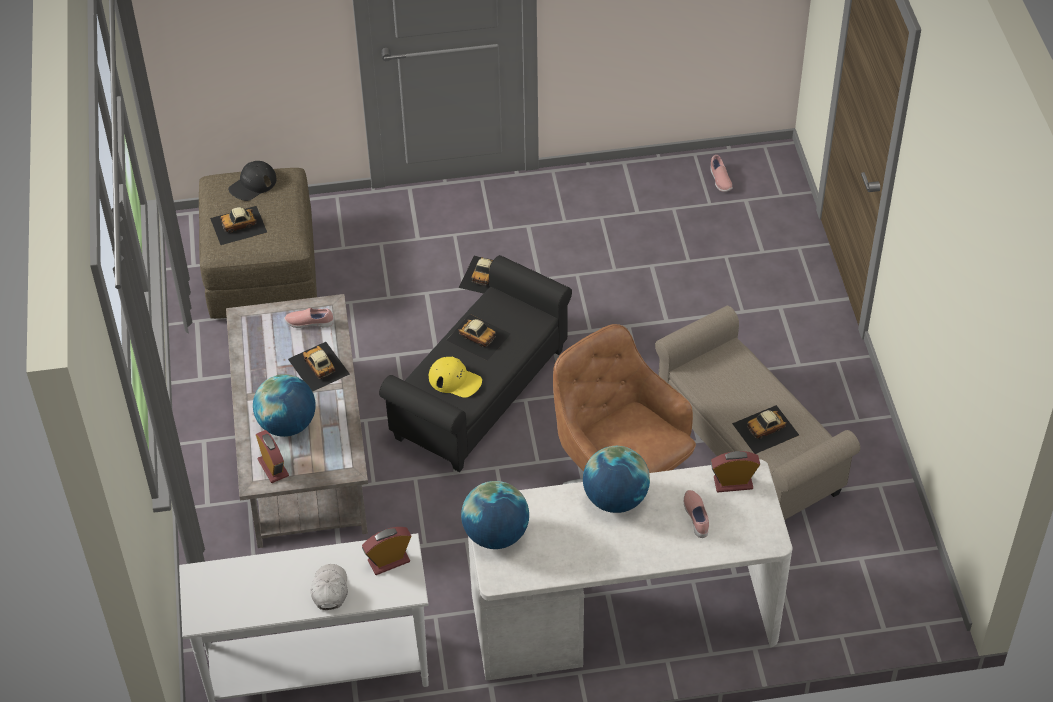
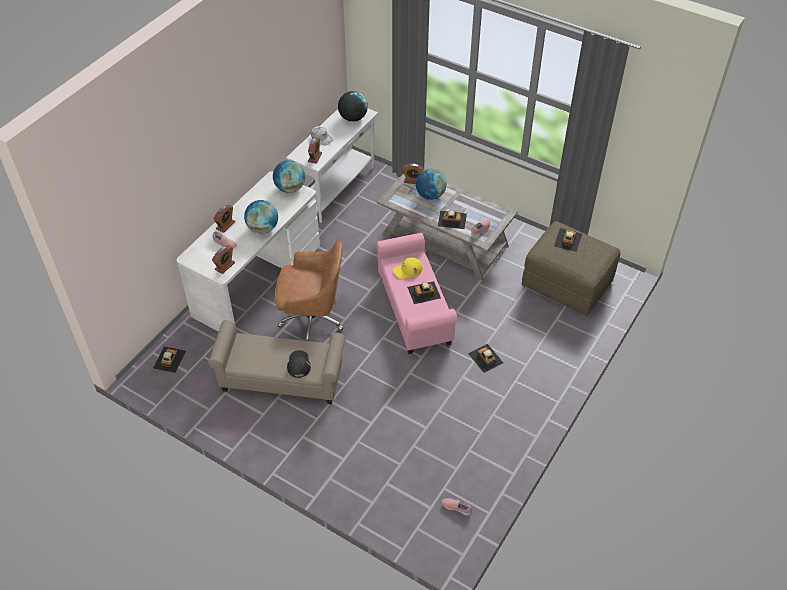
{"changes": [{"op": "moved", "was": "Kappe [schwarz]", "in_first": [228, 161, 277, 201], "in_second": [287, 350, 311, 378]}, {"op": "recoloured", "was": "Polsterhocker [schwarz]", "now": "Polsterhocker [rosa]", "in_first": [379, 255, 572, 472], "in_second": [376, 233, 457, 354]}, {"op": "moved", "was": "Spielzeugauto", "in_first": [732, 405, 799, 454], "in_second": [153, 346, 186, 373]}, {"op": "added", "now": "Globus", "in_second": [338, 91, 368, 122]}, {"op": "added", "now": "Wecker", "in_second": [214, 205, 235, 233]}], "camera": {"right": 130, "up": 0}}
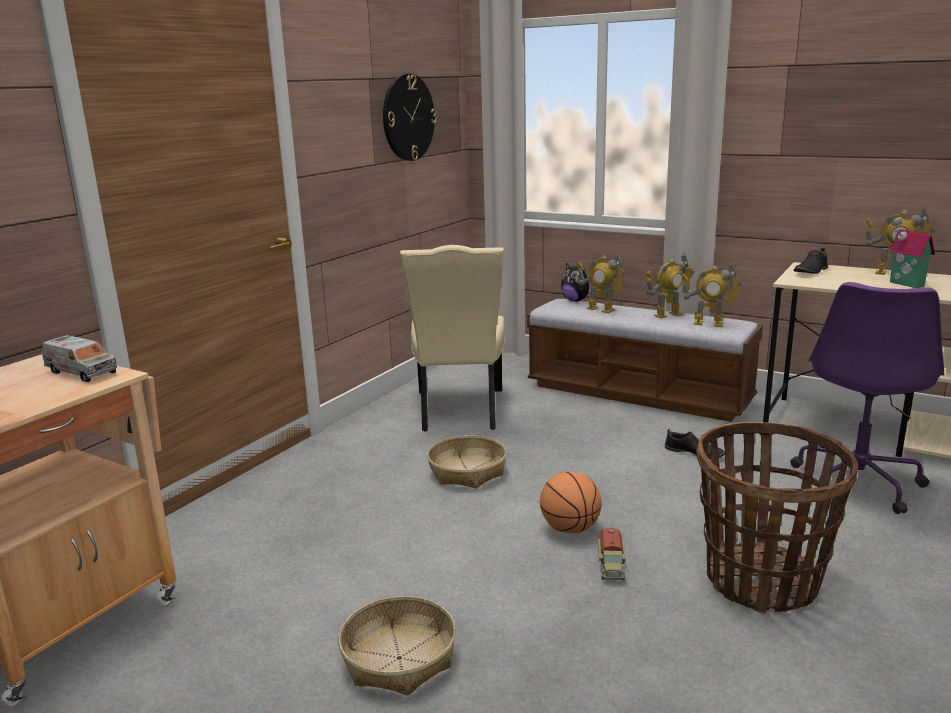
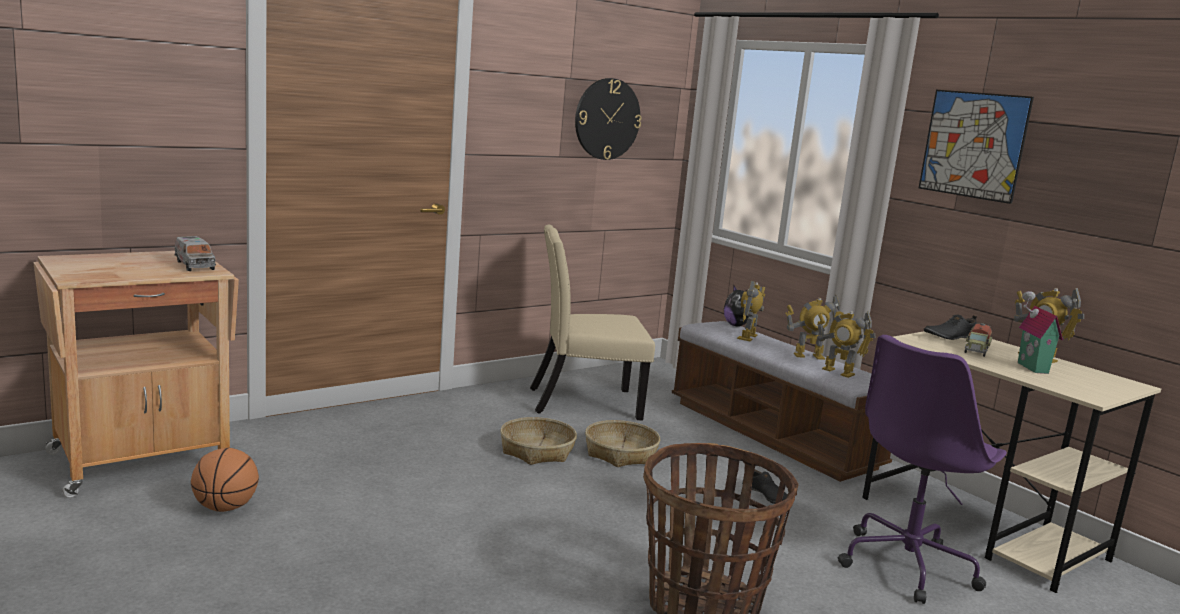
{"changes": [{"op": "turned", "was": "Stuhl [beige]", "in_first": [400, 245, 505, 431], "in_second": [530, 225, 655, 420], "clockwise": 60}, {"op": "turned", "was": "Spielzeugroboter", "in_first": [578, 253, 627, 313], "in_second": [737, 281, 765, 341], "clockwise": 60}, {"op": "moved", "was": "Basketball", "in_first": [540, 471, 602, 533], "in_second": [191, 448, 259, 512]}, {"op": "moved", "was": "Spielzeuglaster", "in_first": [598, 527, 625, 581], "in_second": [965, 323, 993, 357]}, {"op": "moved", "was": "Korb", "in_first": [338, 596, 456, 695], "in_second": [585, 420, 660, 467]}, {"op": "added", "now": "Bild", "in_second": [919, 90, 1034, 204]}], "camera": {"right": 20, "up": -5}}
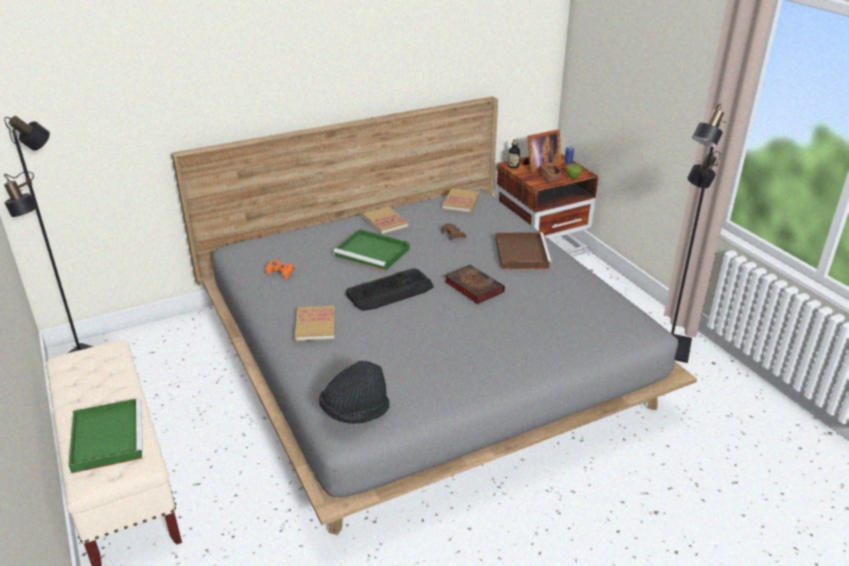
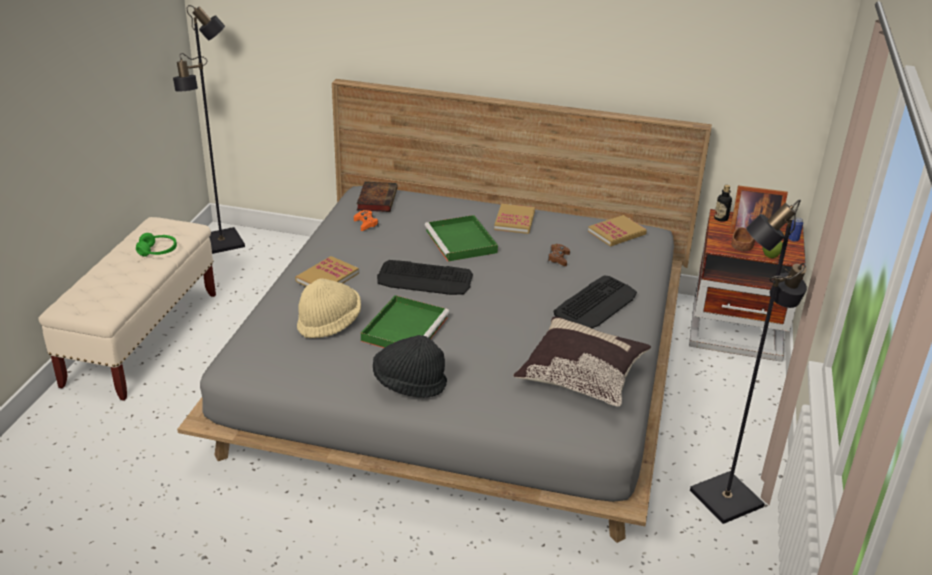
{"changes": [{"op": "replaced", "was": "Tablett [braun]", "now": "Tastatur", "in_first": [496, 232, 552, 269], "in_second": [553, 276, 637, 328]}, {"op": "moved", "was": "Buch", "in_first": [444, 264, 505, 304], "in_second": [356, 182, 398, 212]}, {"op": "moved", "was": "Hut [schwarz]", "in_first": [319, 360, 390, 424], "in_second": [373, 335, 447, 398]}, {"op": "moved", "was": "Tablett [grün]", "in_first": [68, 398, 143, 474], "in_second": [361, 295, 450, 348]}, {"op": "added", "now": "Kopfhörer [grün]", "in_second": [136, 233, 177, 257]}, {"op": "added", "now": "Hut [beige]", "in_second": [297, 278, 361, 338]}, {"op": "added", "now": "Kissen", "in_second": [513, 316, 651, 407]}], "camera": {"right": 40, "up": 0}}
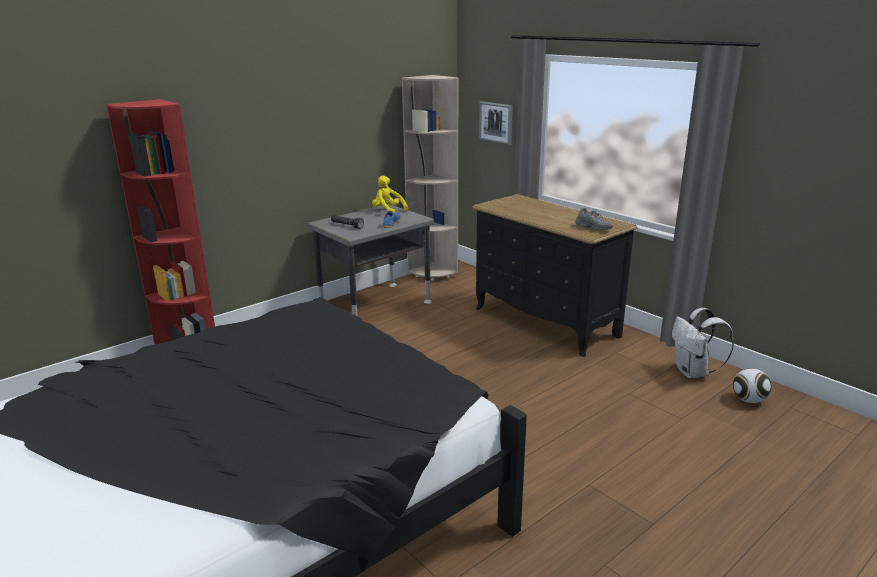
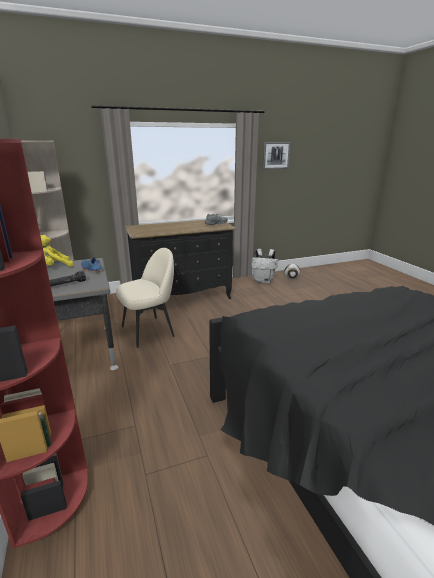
{"changes": [{"op": "moved", "was": "Bild", "in_first": [479, 101, 513, 145], "in_second": [263, 142, 291, 170]}, {"op": "added", "now": "Stuhl [beige]", "in_second": [116, 248, 175, 348]}], "camera": {"right": -70, "up": 0}}
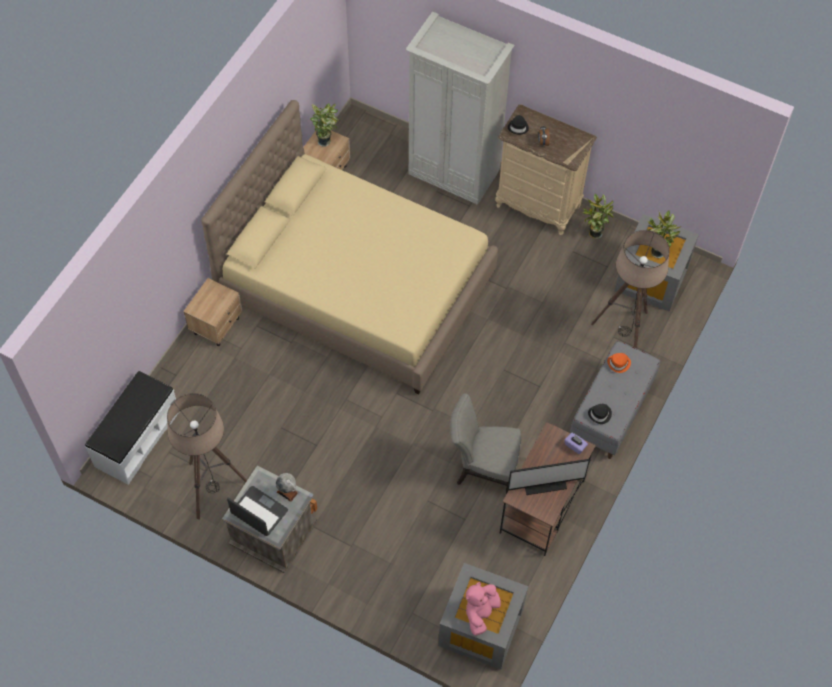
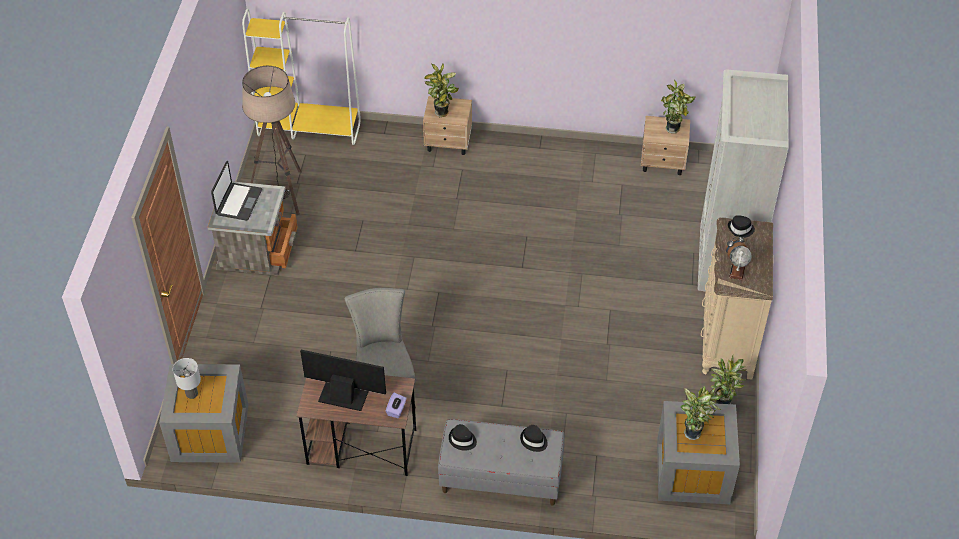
{"changes": [{"op": "removed", "was": "Bett [beige]", "in_first": [201, 100, 498, 394]}, {"op": "removed", "was": "Stehlampe", "in_first": [591, 230, 669, 349]}, {"op": "recoloured", "was": "Hut [orange]", "now": "Hut [schwarz]", "in_first": [607, 353, 631, 373], "in_second": [520, 425, 548, 452]}, {"op": "replaced", "was": "Bank [weiß]", "now": "Kleiderständer [gelb]", "in_first": [85, 371, 179, 485], "in_second": [242, 9, 361, 145]}, {"op": "turned", "was": "Monitor", "in_first": [508, 459, 590, 495], "in_second": [300, 350, 386, 411], "clockwise": 135}, {"op": "moved", "was": "Globus", "in_first": [276, 473, 298, 502], "in_second": [729, 246, 752, 280]}, {"op": "replaced", "was": "Plüschtier [rosa]", "now": "Tischlampe [weiß]", "in_first": [466, 582, 501, 636], "in_second": [173, 358, 201, 399]}, {"op": "added", "now": "Topfpflanze", "in_second": [424, 63, 459, 117]}], "camera": {"right": 70, "up": -10}}
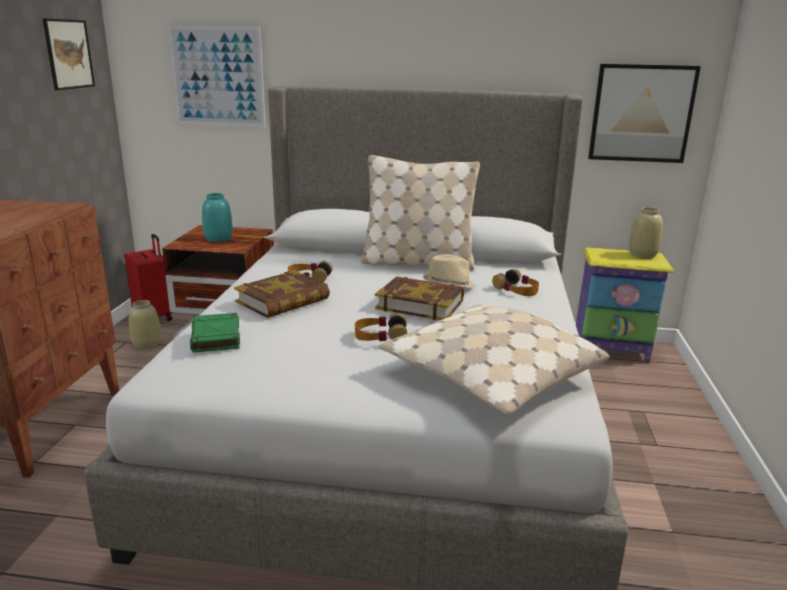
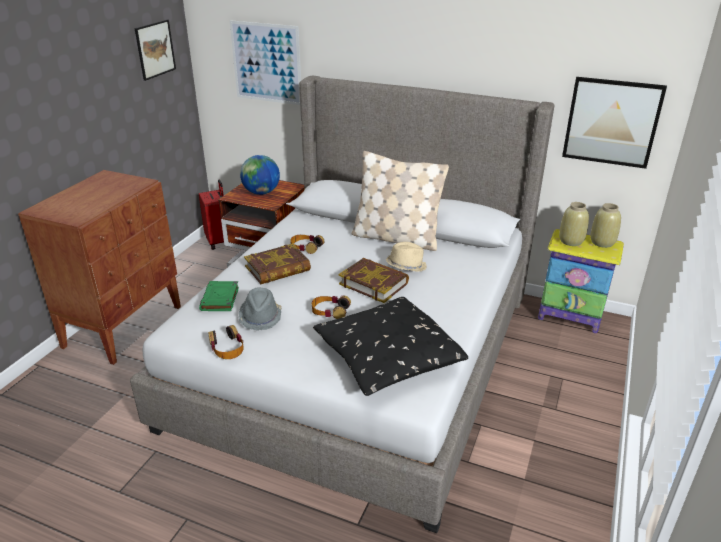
{"changes": [{"op": "replaced", "was": "Vase [türkis]", "now": "Globus", "in_first": [202, 193, 233, 242], "in_second": [240, 155, 280, 195]}, {"op": "moved", "was": "Kopfhörer", "in_first": [492, 269, 539, 296], "in_second": [208, 325, 244, 359]}, {"op": "moved", "was": "Vase [beige]", "in_first": [129, 300, 161, 349], "in_second": [559, 202, 589, 246]}, {"op": "recoloured", "was": "Kissen [beige]", "now": "Kissen [schwarz]", "in_first": [378, 304, 610, 414], "in_second": [313, 297, 468, 396]}, {"op": "added", "now": "Hut [grau]", "in_second": [239, 288, 282, 331]}], "camera": {"right": 15, "up": 10}}
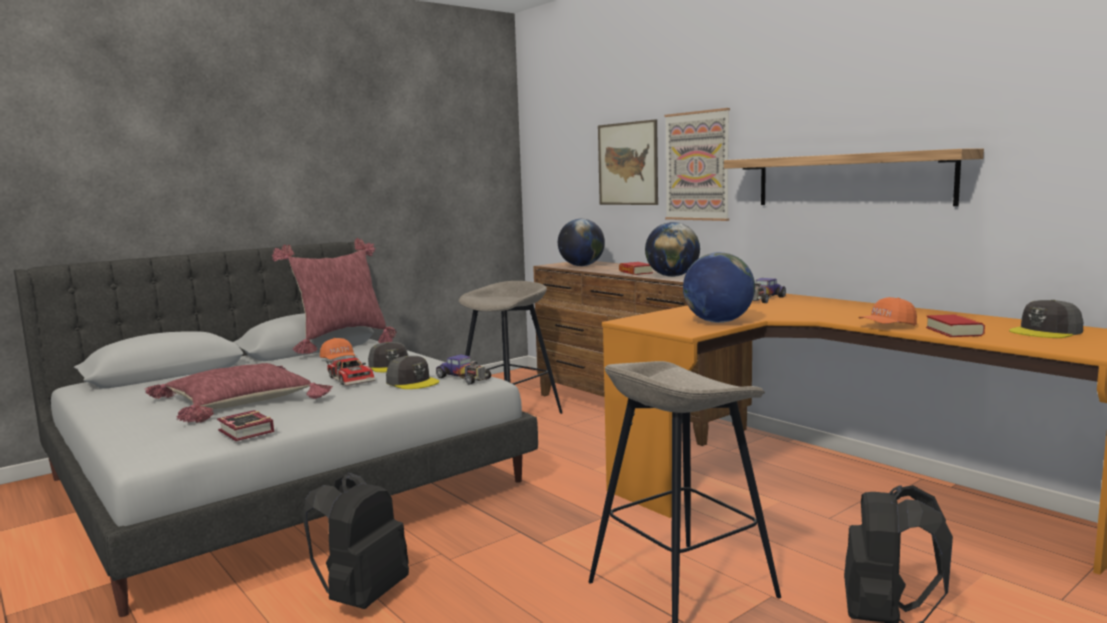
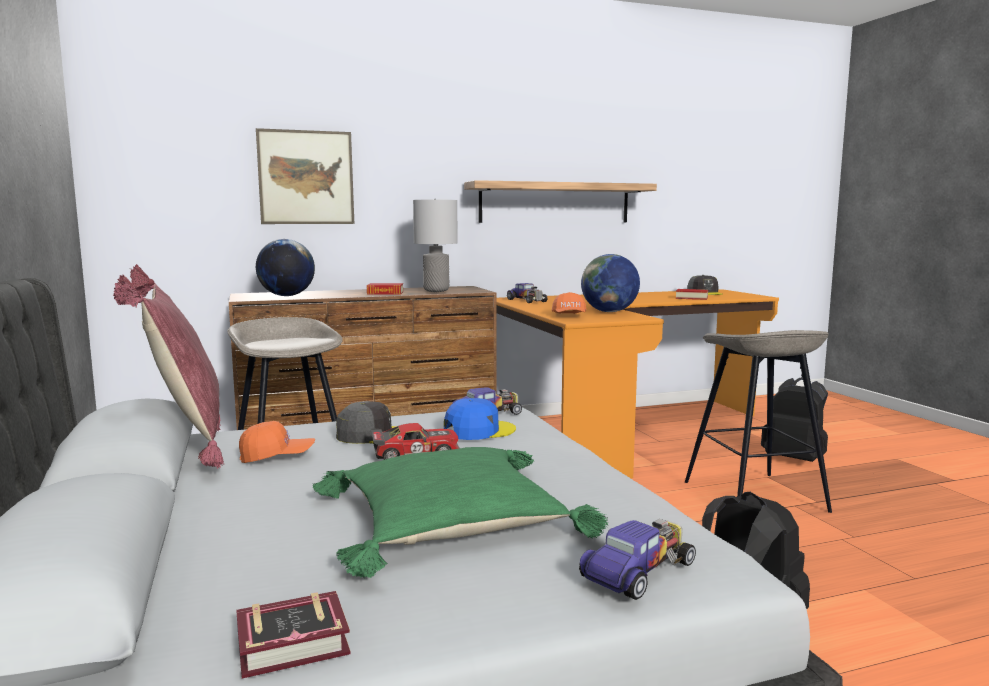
{"changes": [{"op": "removed", "was": "Bild", "in_first": [665, 108, 730, 221]}, {"op": "replaced", "was": "Globus", "now": "Tischlampe [grau]", "in_first": [645, 222, 700, 277], "in_second": [413, 199, 458, 292]}, {"op": "moved", "was": "Kappe [orange]", "in_first": [859, 297, 917, 326], "in_second": [552, 292, 586, 314]}, {"op": "recoloured", "was": "Kappe [grau]", "now": "Kappe [blau]", "in_first": [386, 356, 439, 389], "in_second": [444, 398, 516, 440]}, {"op": "recoloured", "was": "Kissen [rot]", "now": "Kissen [grün]", "in_first": [145, 363, 333, 423], "in_second": [312, 447, 608, 578]}, {"op": "moved", "was": "Buch", "in_first": [217, 410, 274, 441], "in_second": [236, 591, 351, 679]}, {"op": "added", "now": "Spielzeugauto", "in_second": [579, 519, 696, 600]}], "camera": {"right": -70, "up": 0}}
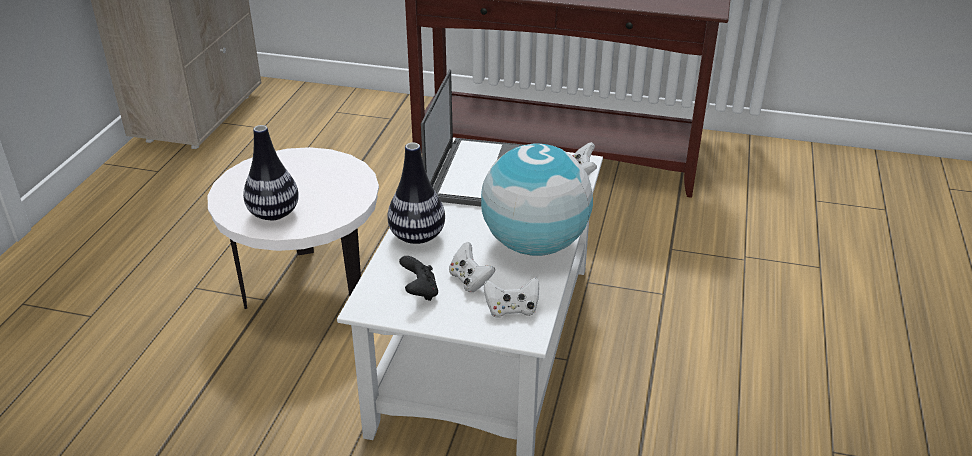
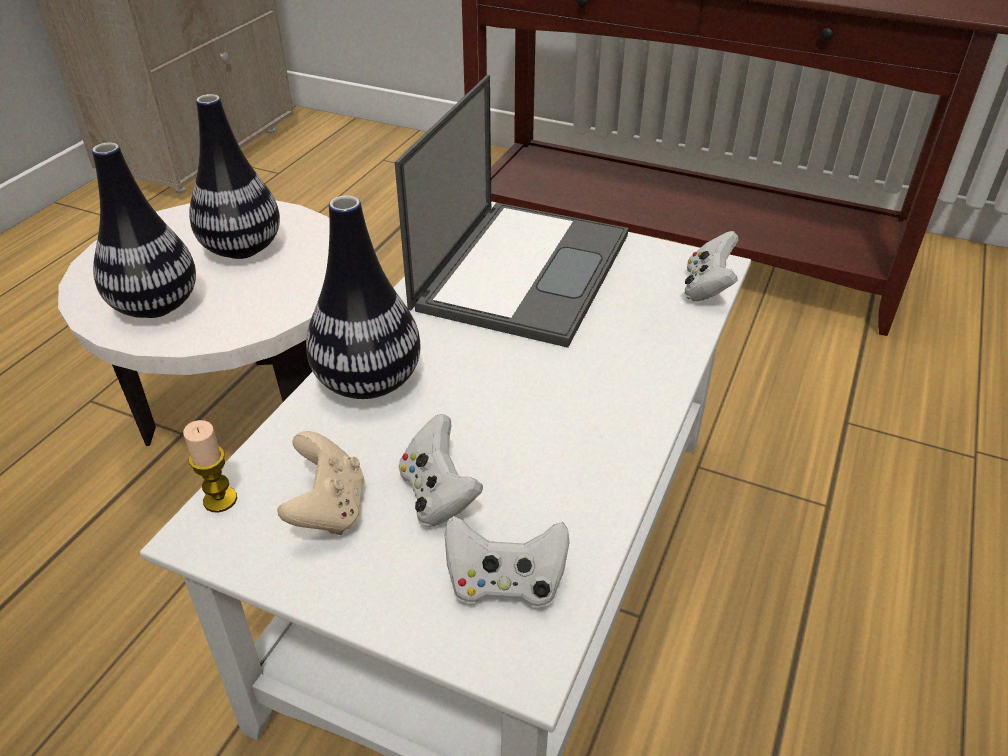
{"changes": [{"op": "removed", "was": "Globus", "in_first": [481, 144, 593, 256]}, {"op": "recoloured", "was": "Gamepad [schwarz]", "now": "Gamepad [beige]", "in_first": [399, 256, 438, 301], "in_second": [277, 431, 364, 535]}, {"op": "added", "now": "Vase", "in_second": [189, 94, 280, 259]}, {"op": "added", "now": "Kerze", "in_second": [183, 420, 237, 513]}], "camera": {"right": 10, "up": 5}}
